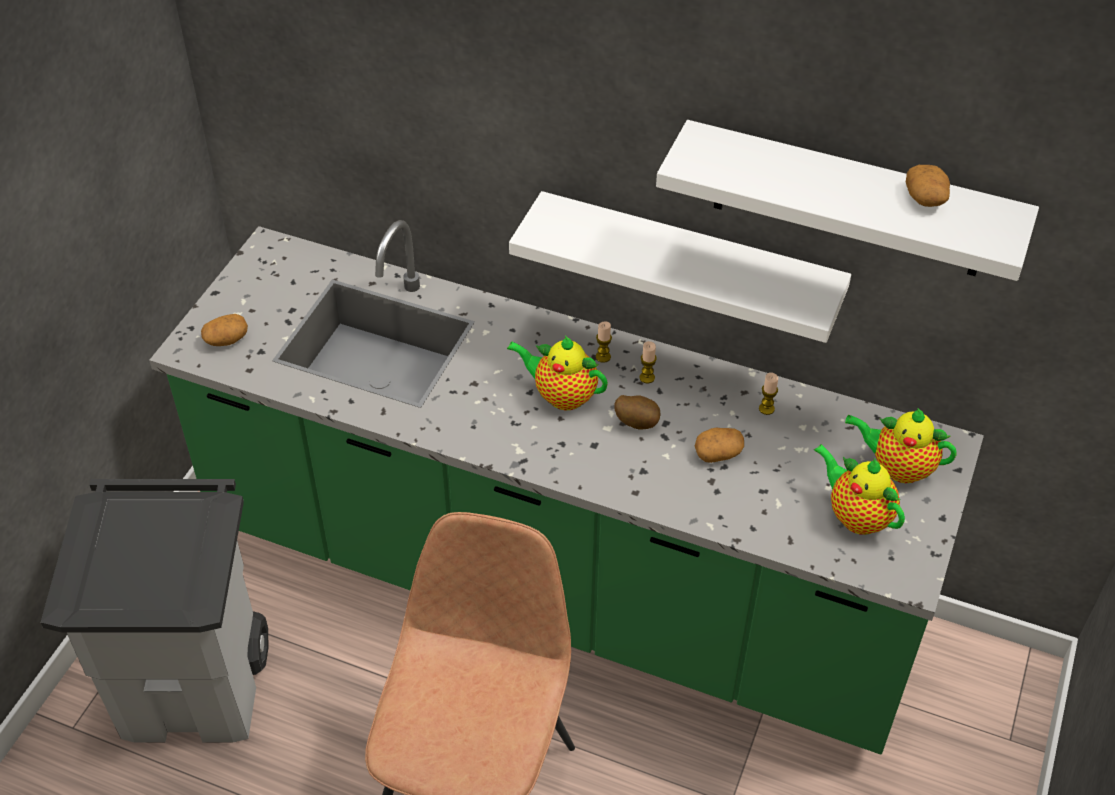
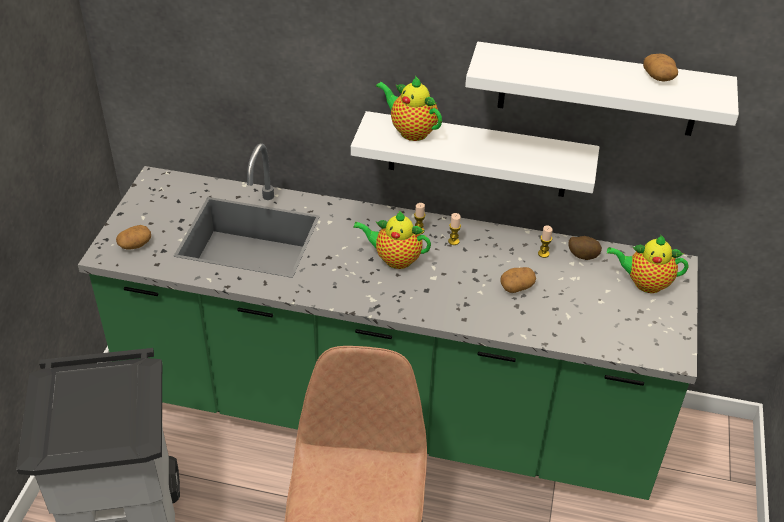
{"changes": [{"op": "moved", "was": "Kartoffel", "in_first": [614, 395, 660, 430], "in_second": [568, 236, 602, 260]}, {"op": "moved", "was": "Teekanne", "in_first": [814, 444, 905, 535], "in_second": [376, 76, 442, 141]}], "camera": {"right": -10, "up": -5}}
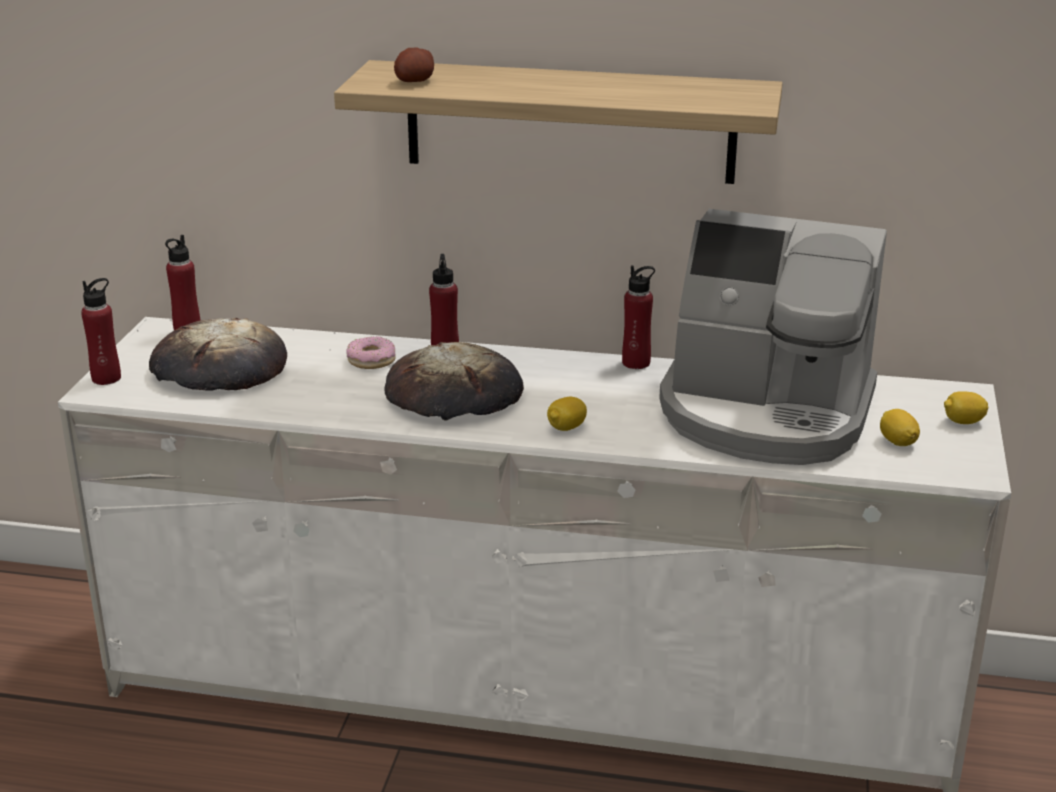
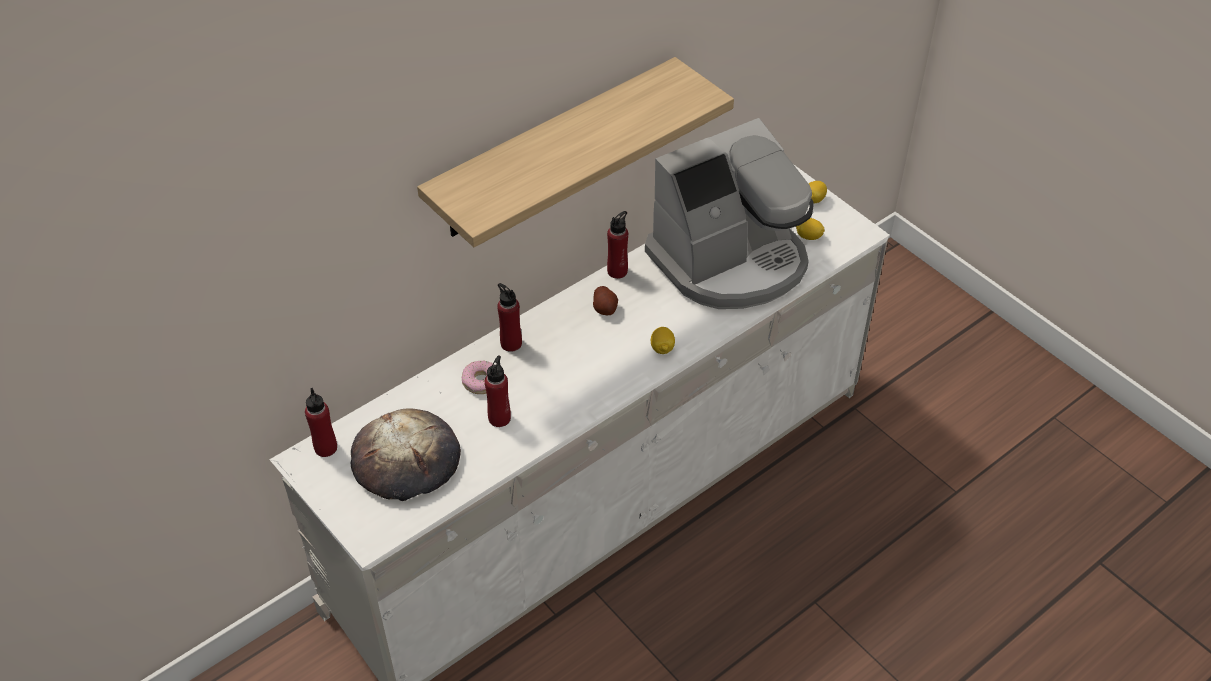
{"changes": [{"op": "moved", "was": "Kartoffel", "in_first": [394, 48, 434, 82], "in_second": [593, 286, 618, 315]}, {"op": "moved", "was": "Flasche [rot]", "in_first": [81, 278, 121, 385], "in_second": [485, 355, 511, 427]}, {"op": "removed", "was": "Brot", "in_first": [384, 342, 524, 420]}], "camera": {"right": -50, "up": 20}}
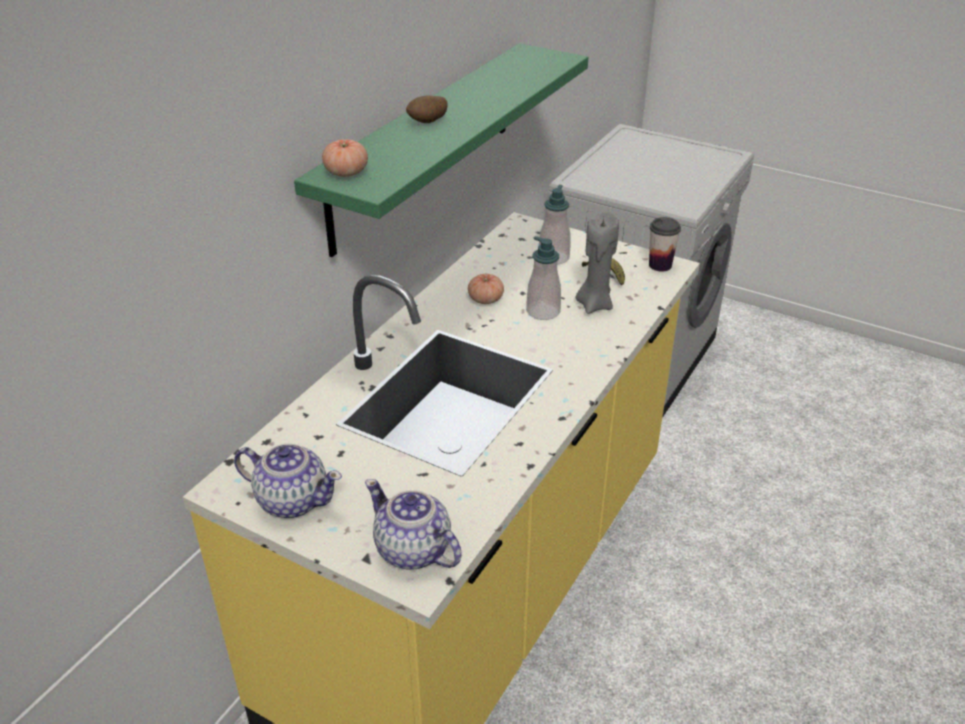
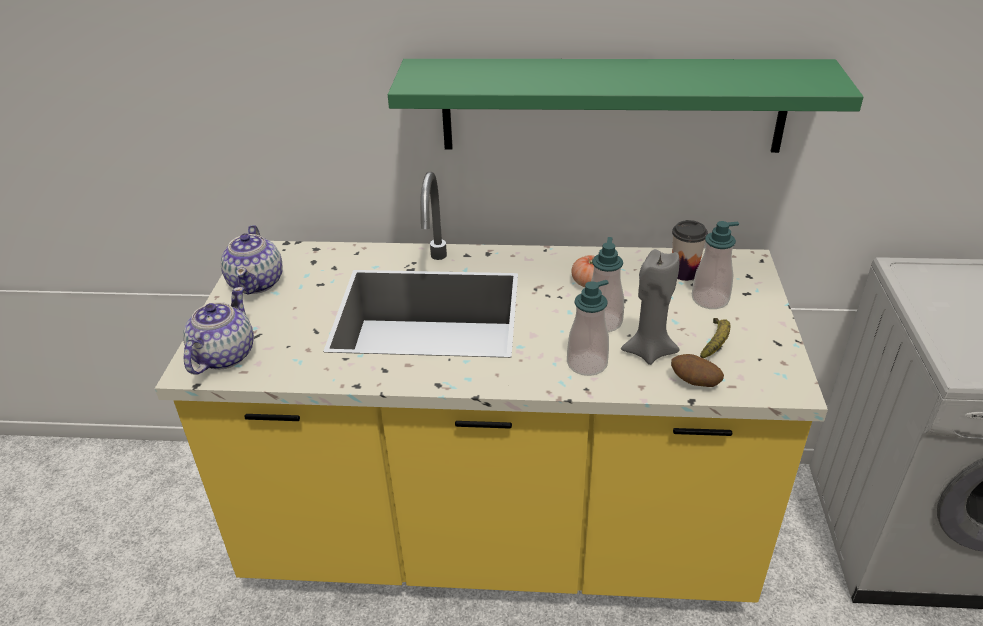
{"changes": [{"op": "moved", "was": "Kartoffel", "in_first": [406, 95, 447, 123], "in_second": [671, 354, 724, 387]}, {"op": "removed", "was": "Tomate", "in_first": [322, 139, 368, 177]}, {"op": "moved", "was": "Tasse", "in_first": [649, 217, 681, 272], "in_second": [672, 220, 708, 281]}, {"op": "added", "now": "Seifenspender", "in_second": [567, 280, 609, 376]}], "camera": {"right": 65, "up": 0}}
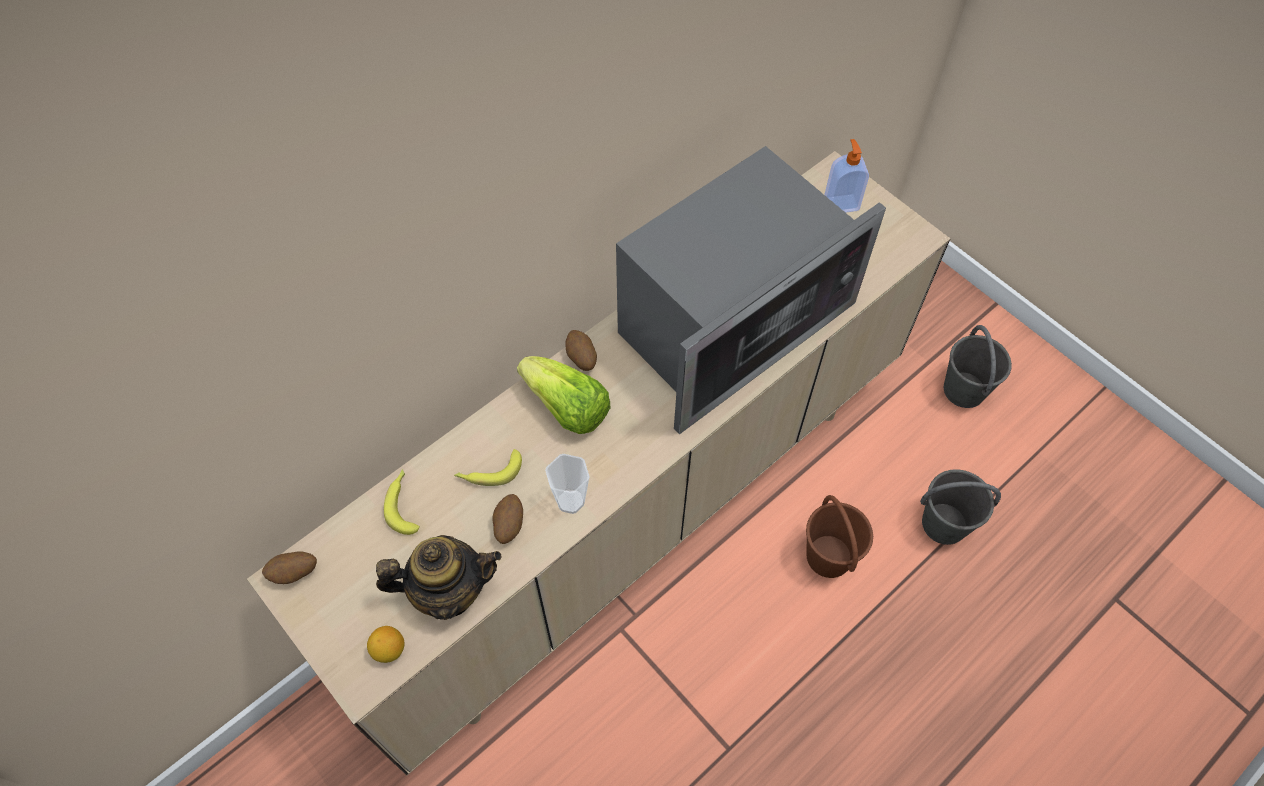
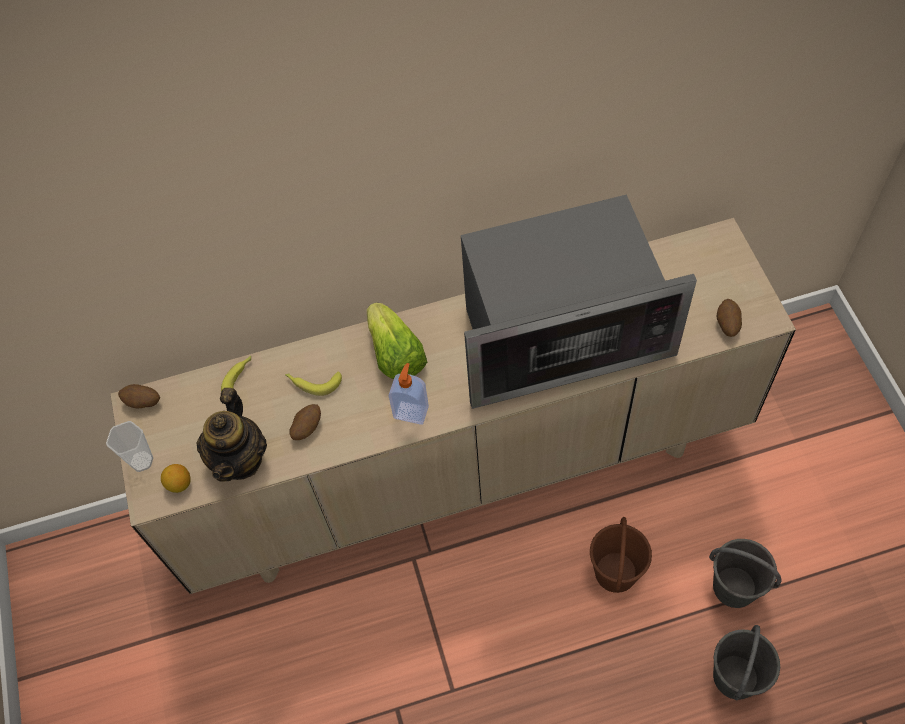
{"changes": [{"op": "moved", "was": "Seifenspender", "in_first": [824, 139, 869, 213], "in_second": [388, 363, 429, 425]}, {"op": "moved", "was": "Eimer [grau]", "in_first": [944, 325, 1012, 408], "in_second": [713, 625, 780, 700]}, {"op": "moved", "was": "Kartoffel", "in_first": [565, 330, 597, 371], "in_second": [717, 299, 742, 337]}, {"op": "moved", "was": "Tasse", "in_first": [545, 454, 590, 514], "in_second": [106, 421, 153, 472]}, {"op": "turned", "was": "Teekanne", "in_first": [376, 535, 502, 620], "in_second": [196, 388, 267, 482], "clockwise": 75}], "camera": {"right": 30, "up": 0}}
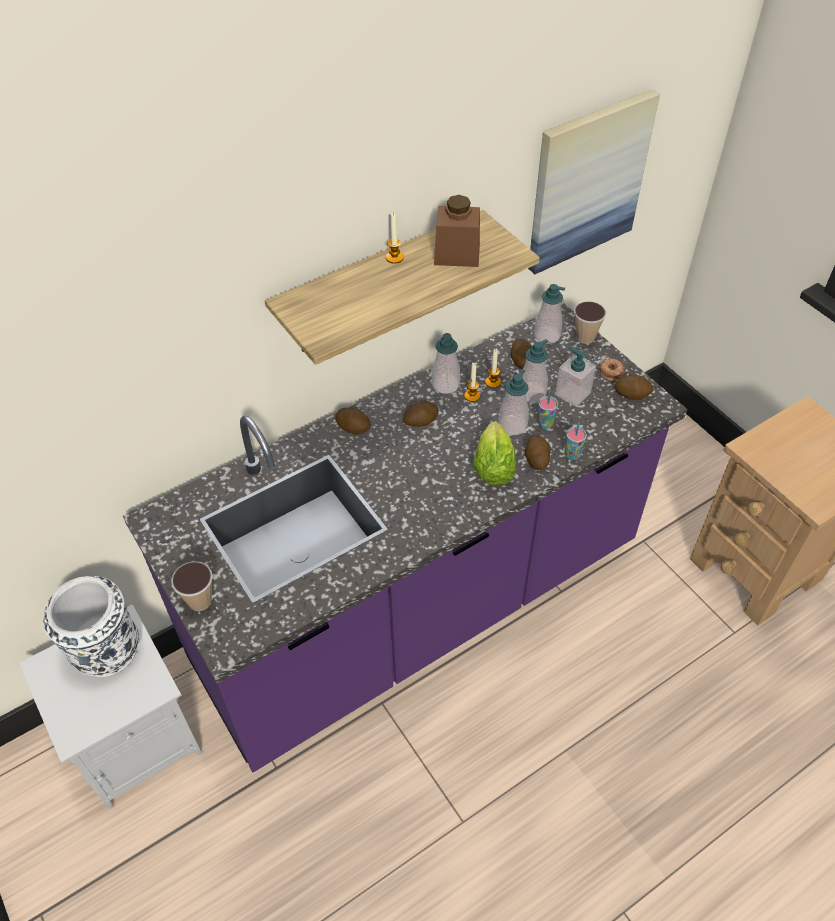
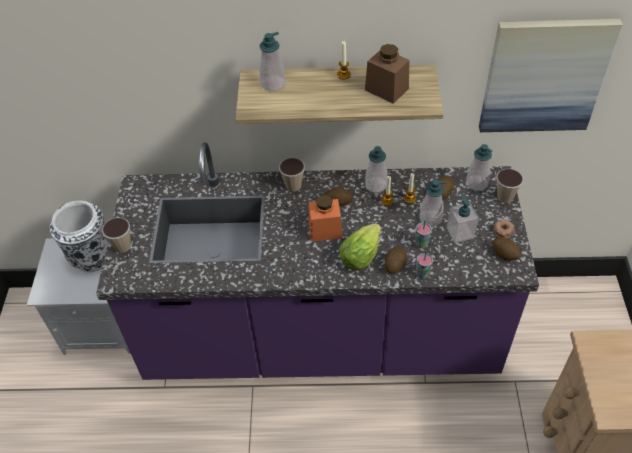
{"changes": [{"op": "moved", "was": "Seifenspender", "in_first": [498, 369, 529, 435], "in_second": [259, 32, 286, 92]}, {"op": "replaced", "was": "Kartoffel", "now": "Tasse", "in_first": [335, 408, 371, 435], "in_second": [279, 158, 305, 192]}, {"op": "added", "now": "Vorratsglas [orange]", "in_second": [309, 195, 342, 242]}], "camera": {"right": 35, "up": 0}}
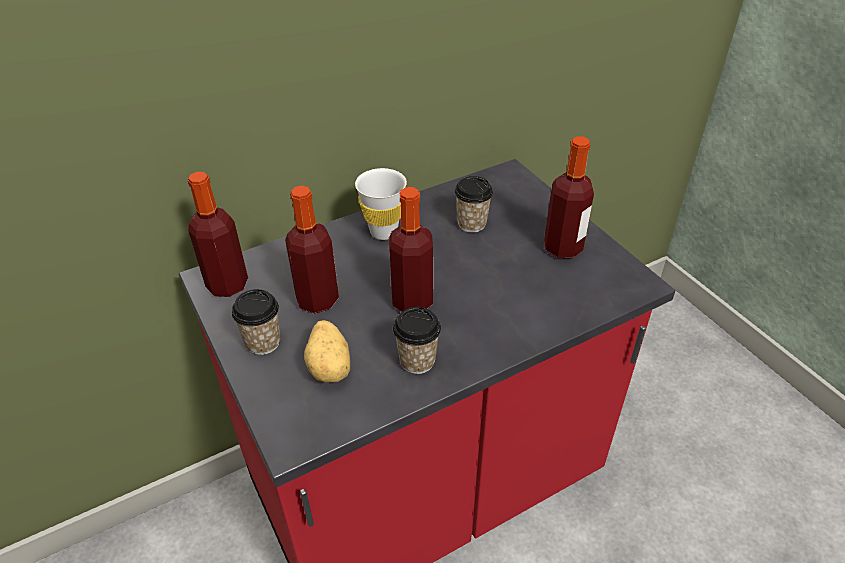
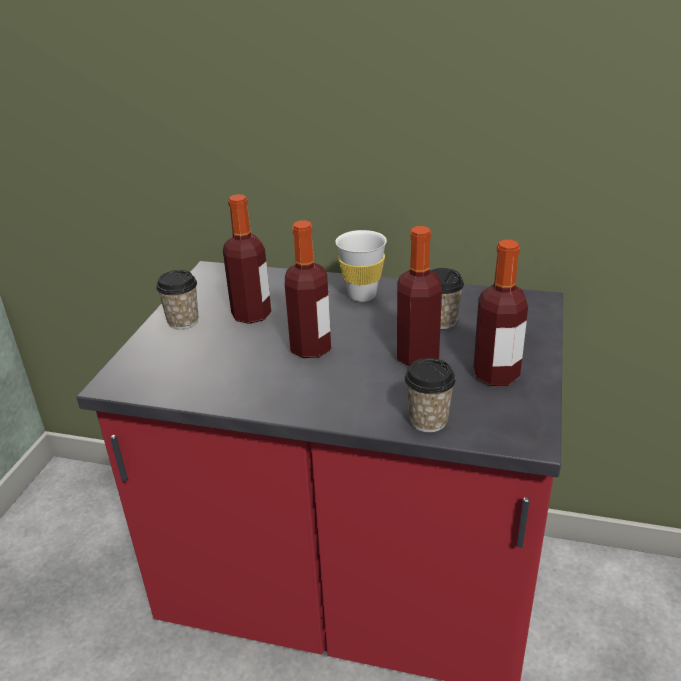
{"changes": [{"op": "moved", "was": "Flasche", "in_first": [188, 172, 248, 297], "in_second": [397, 226, 442, 367]}, {"op": "moved", "was": "Tasse", "in_first": [393, 307, 441, 374], "in_second": [404, 358, 456, 432]}, {"op": "removed", "was": "Kartoffel", "in_first": [304, 320, 350, 383]}], "camera": {"right": 45, "up": -10}}
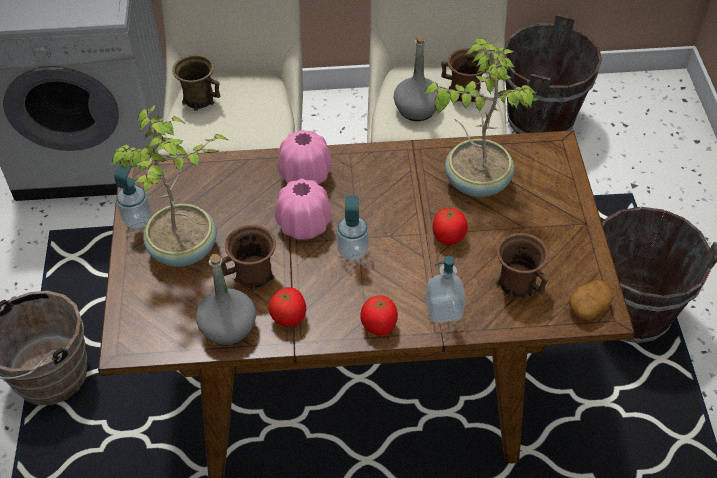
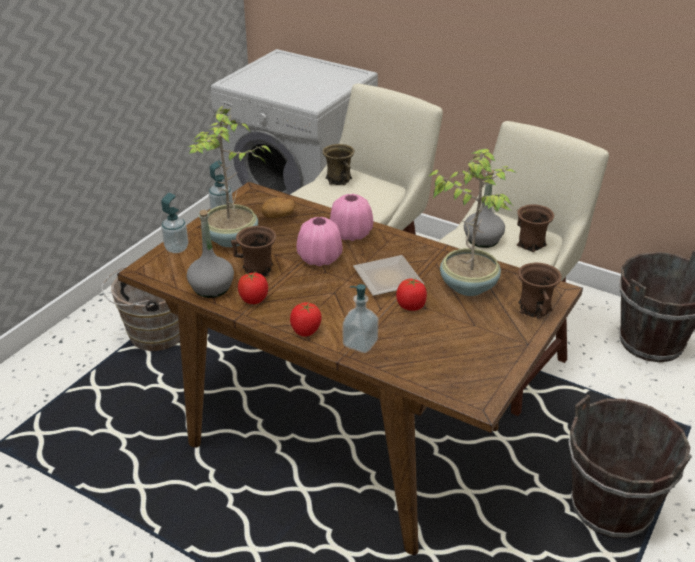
{"changes": [{"op": "moved", "was": "Seifenspender", "in_first": [337, 196, 369, 261], "in_second": [161, 193, 188, 253]}, {"op": "moved", "was": "Henkelbecher [braun]", "in_first": [496, 233, 549, 299], "in_second": [518, 263, 562, 319]}, {"op": "moved", "was": "Kartoffel", "in_first": [569, 280, 613, 321], "in_second": [262, 197, 295, 218]}, {"op": "added", "now": "Teller", "in_second": [353, 255, 424, 296]}], "camera": {"right": 35, "up": -15}}
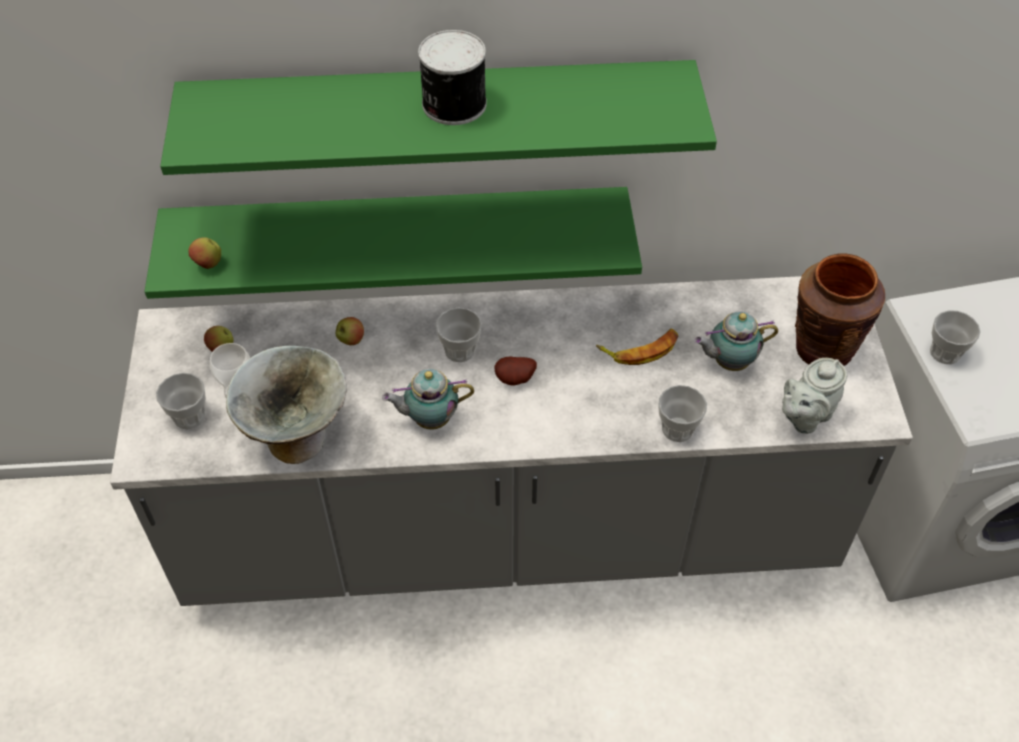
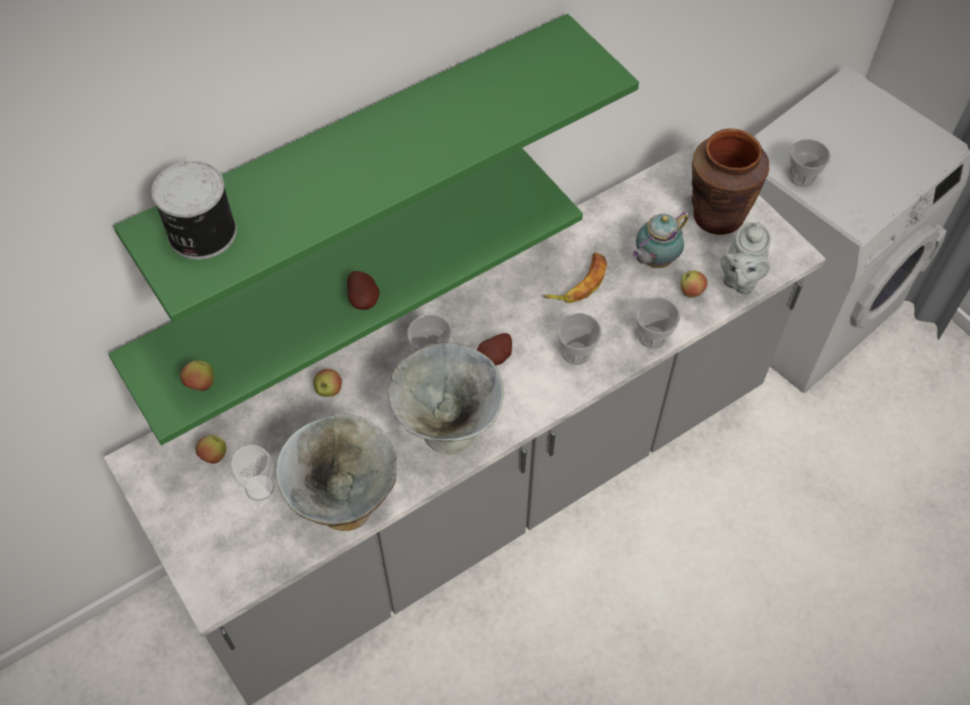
{"changes": [{"op": "moved", "was": "Dose", "in_first": [418, 30, 487, 125], "in_second": [152, 161, 237, 260]}, {"op": "replaced", "was": "Teekanne", "now": "Schüssel [grau]", "in_first": [382, 369, 474, 430], "in_second": [388, 342, 504, 454]}, {"op": "moved", "was": "Tasse", "in_first": [156, 373, 206, 430], "in_second": [557, 313, 601, 365]}, {"op": "added", "now": "Kartoffel", "in_second": [347, 271, 380, 310]}, {"op": "added", "now": "Apfel", "in_second": [681, 271, 708, 298]}], "camera": {"right": -30, "up": 5}}
